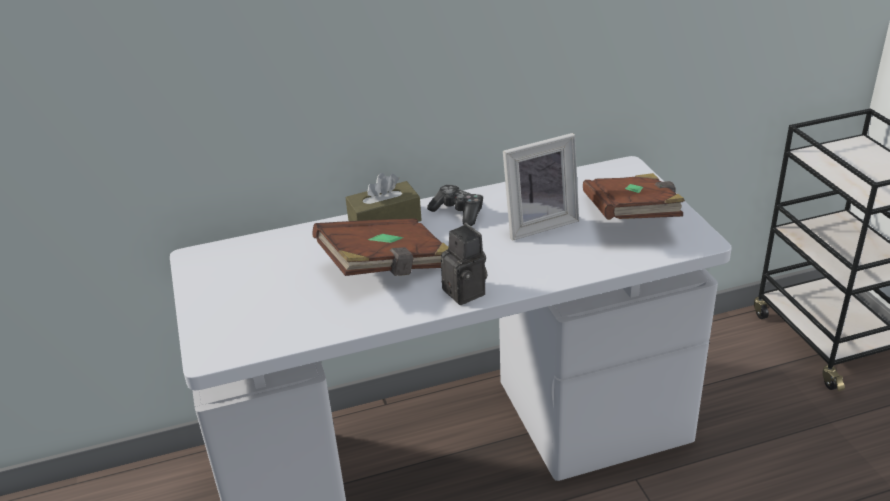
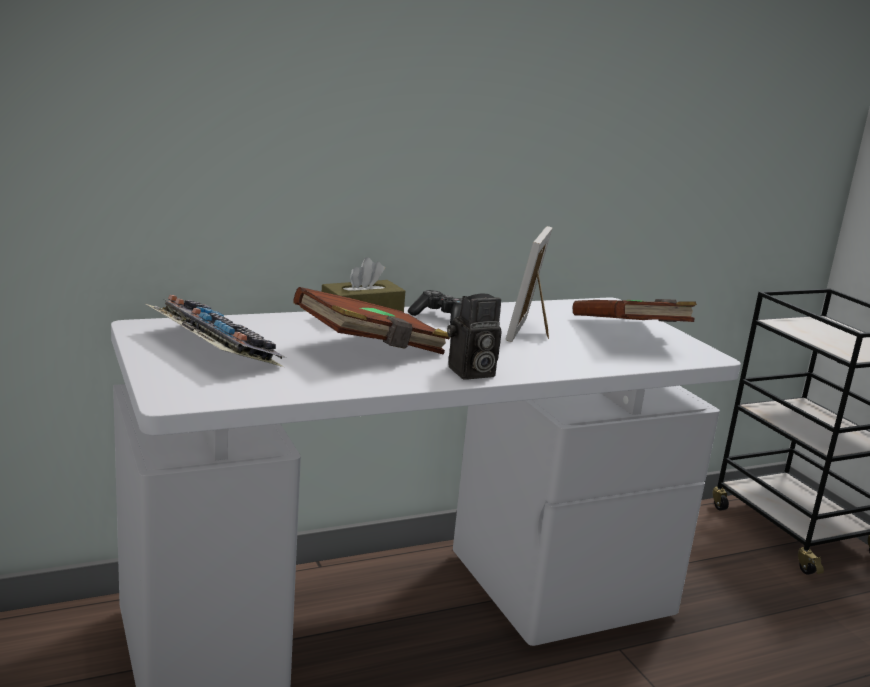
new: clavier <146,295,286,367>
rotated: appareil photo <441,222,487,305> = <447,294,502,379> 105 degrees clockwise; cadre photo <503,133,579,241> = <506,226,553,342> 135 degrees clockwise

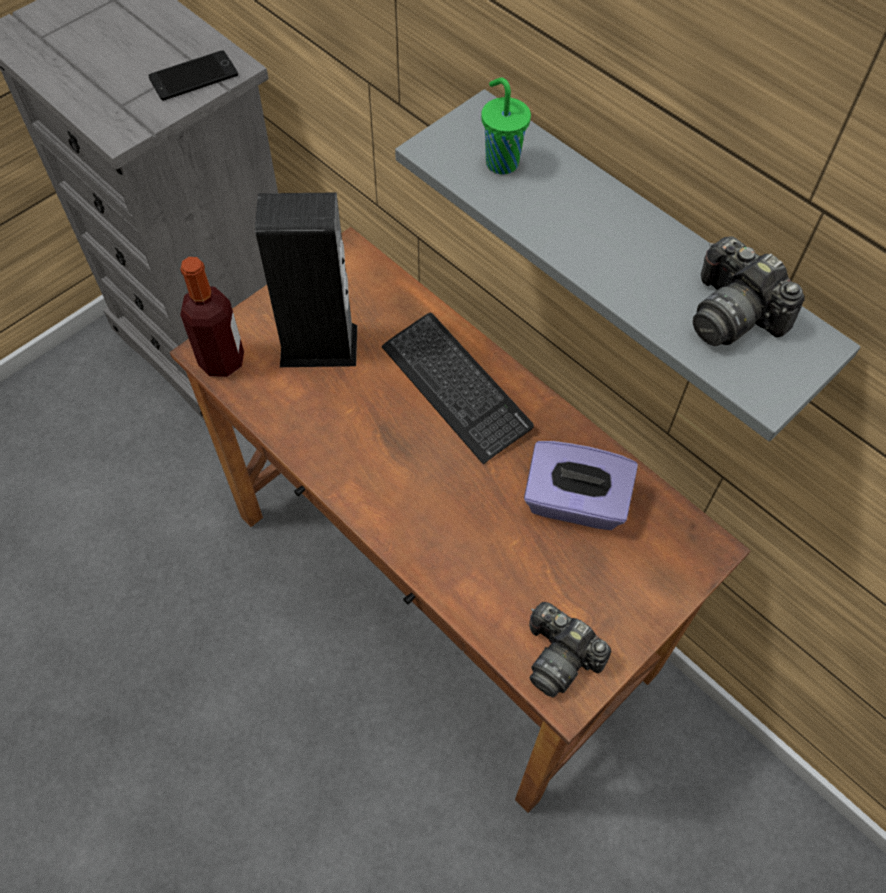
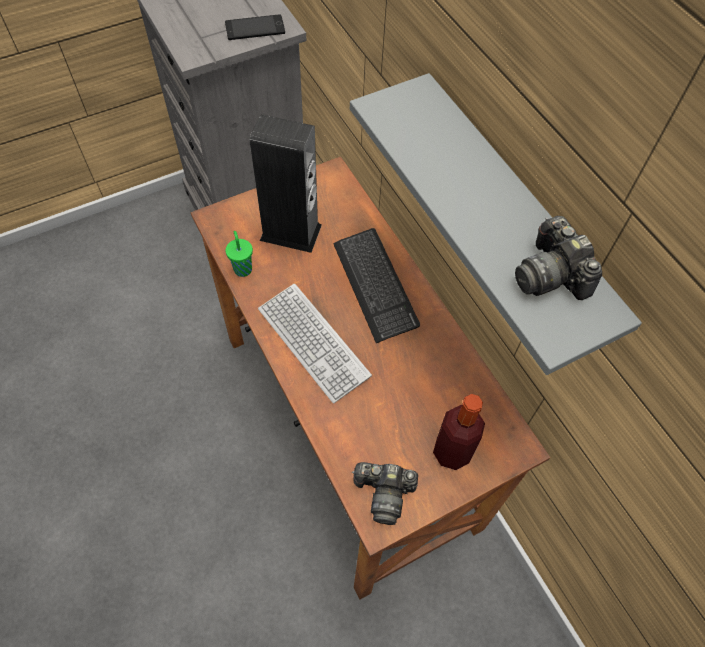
gone: boîte à mouchoirs [violet] <524,441,638,530>
new: clavier <258,284,372,404>
shifted: bouteille <180,257,244,377> to <433,394,485,470>; tasse [vert] <481,78,531,175> to <226,231,253,277>
rotated: appareil photo <529,602,611,697> = <352,462,418,525> 45 degrees counterclockwise

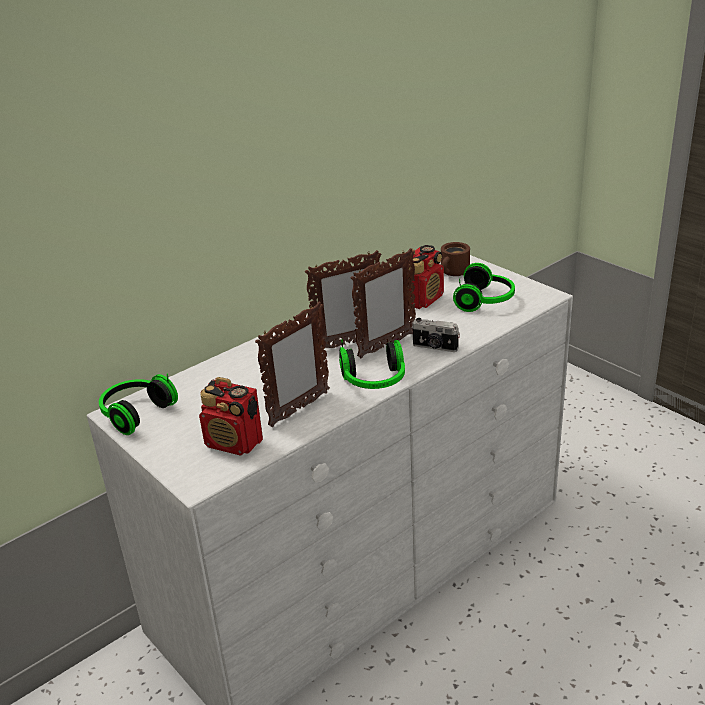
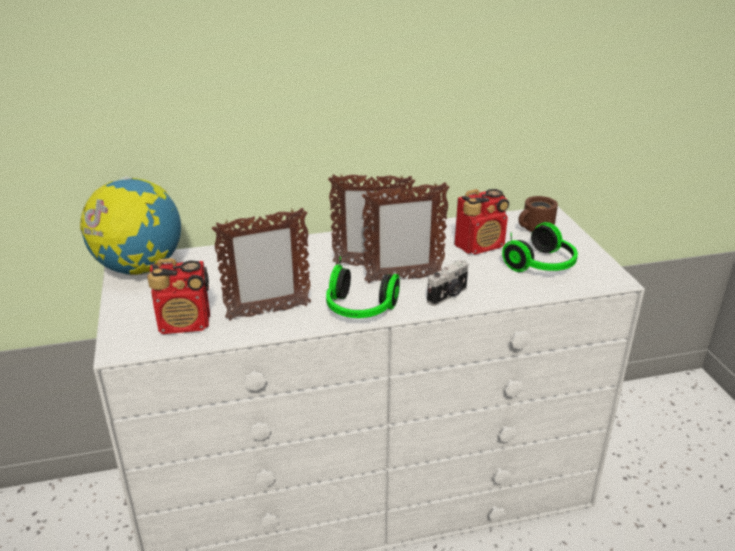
swapped: casque audio <99,373,178,435> to globe <80,176,181,275>
rotated: radio <199,377,263,456> = <147,258,210,334> 60 degrees counterclockwise; appareil photo <411,318,460,352> = <427,260,468,306> 90 degrees counterclockwise

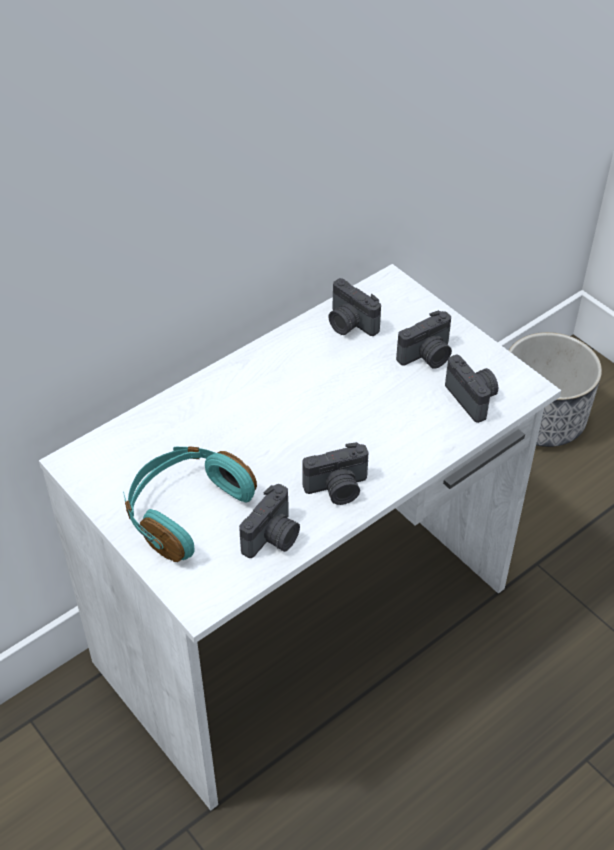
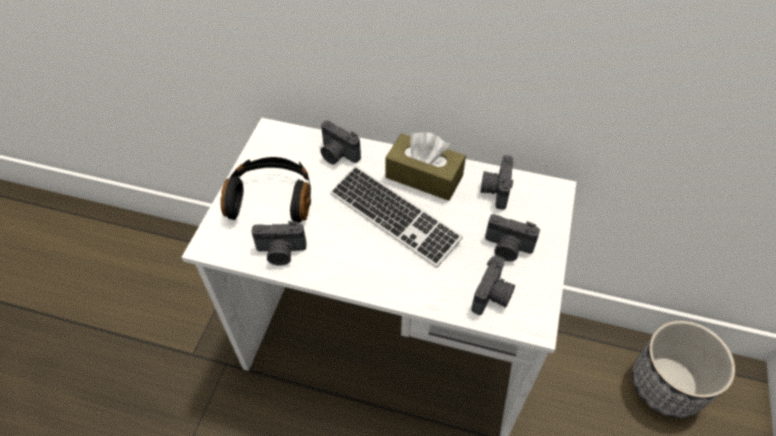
new: clavier <330,166,463,268>; boîte à mouchoirs [marron] <385,132,466,201>
shifted: appareil photo <302,442,369,505> to <320,120,361,165>
repainted: casque audio [turquoise] <123,446,257,562> to casque audio [noir] <220,157,311,223>

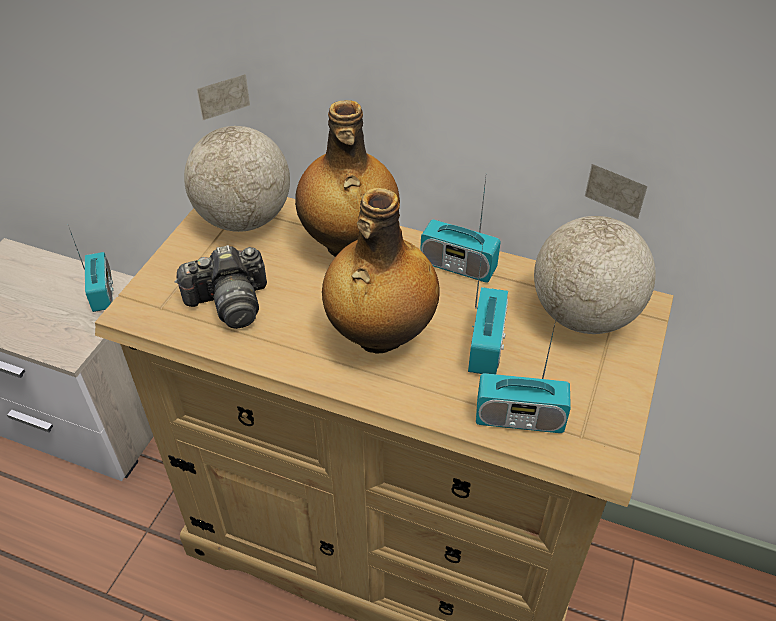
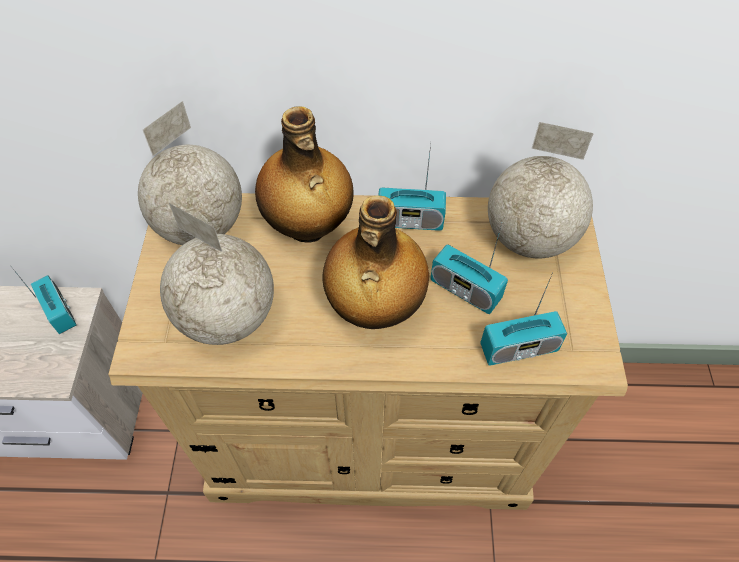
swapped: appareil photo <174,245,267,329> to globe <160,203,274,345>
rotated: radio <468,245,508,374> = <430,224,508,314> 135 degrees clockwise

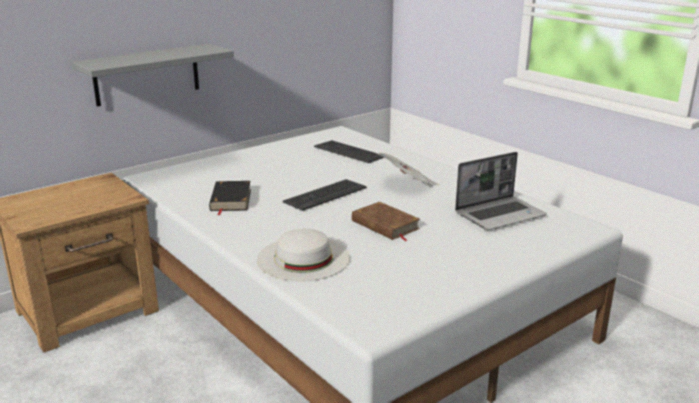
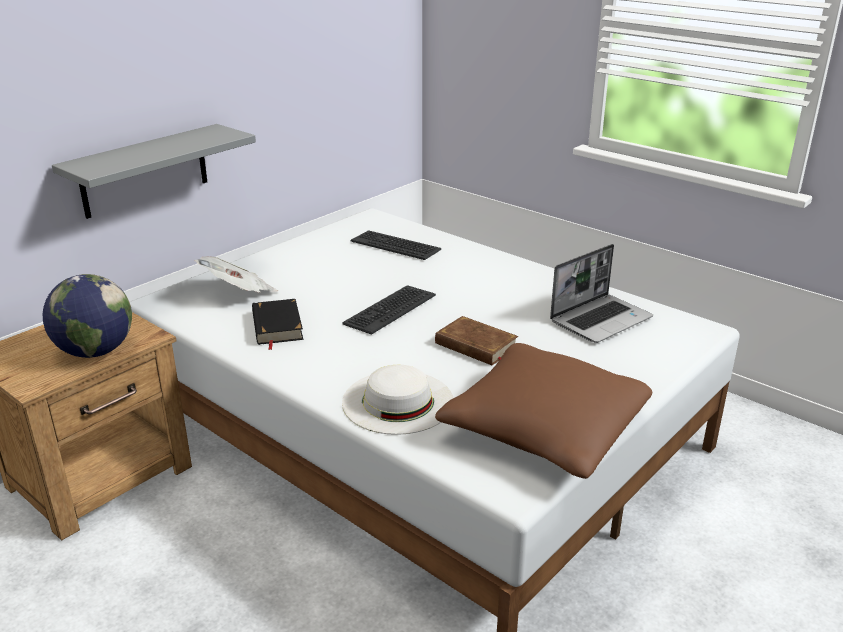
new: globe <43,274,132,358>; coussin [marron] <435,343,652,479>
shifted: journal <377,153,440,185> to <194,256,279,293>

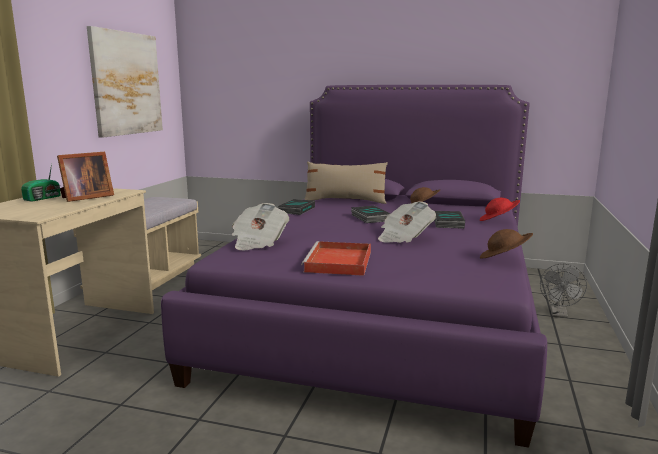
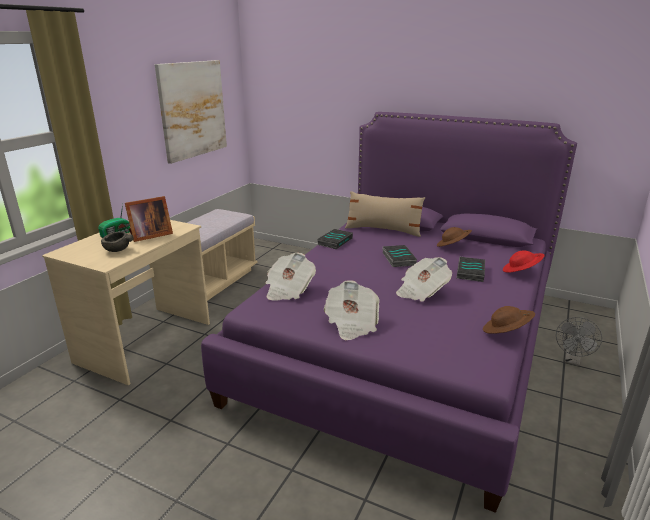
new: bol [gris] <101,232,134,252>
swapped: plateau [rouge] <301,241,371,276> to journal <324,280,380,340>

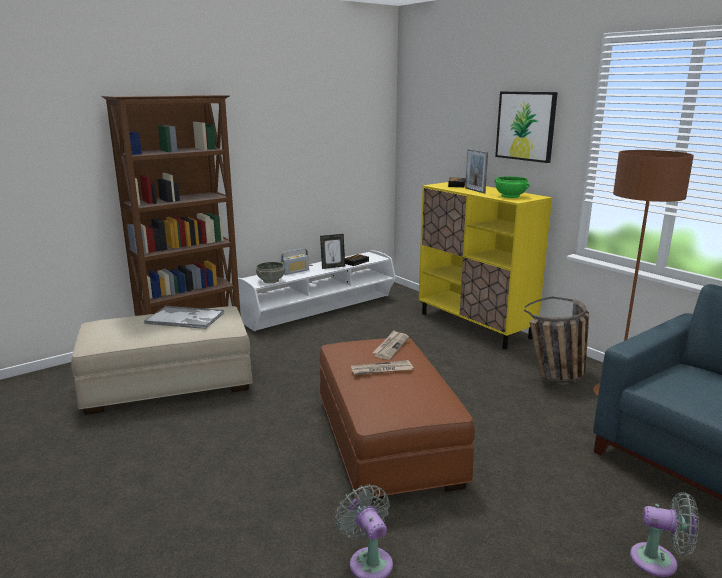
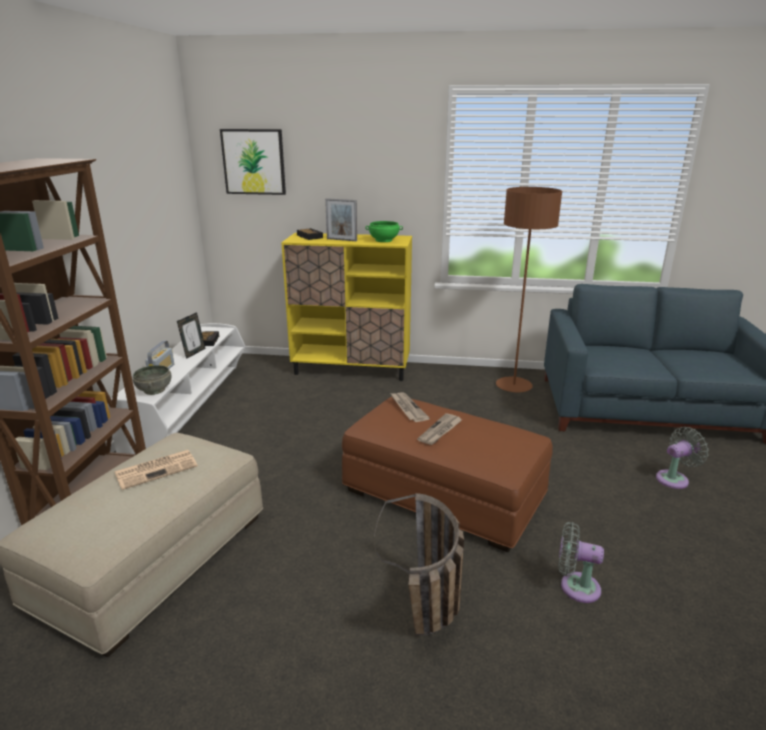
shifted: tableau <495,91,558,163> to <220,129,286,195>; panier <524,297,589,382> to <374,493,464,636>
swapped: plateau <144,306,224,329> to journal <115,450,198,490>

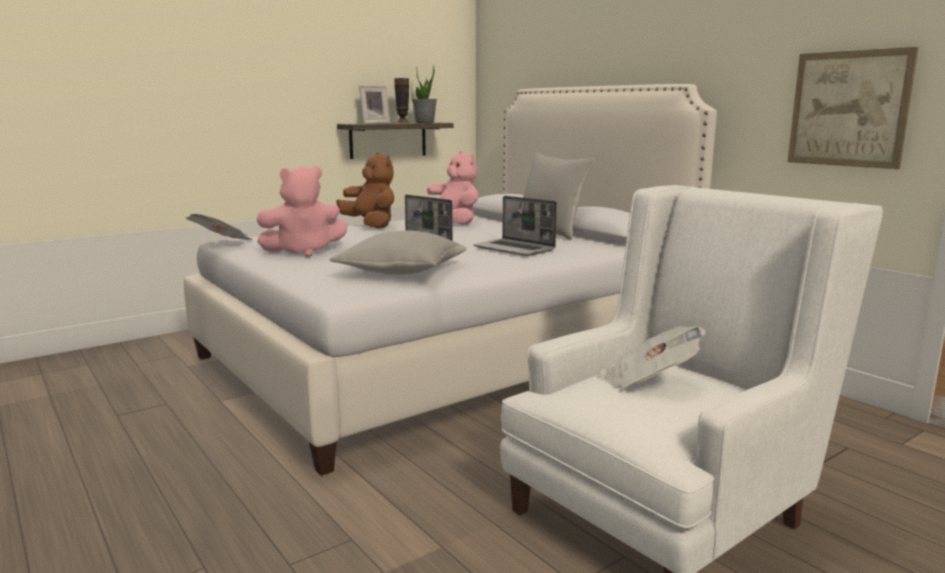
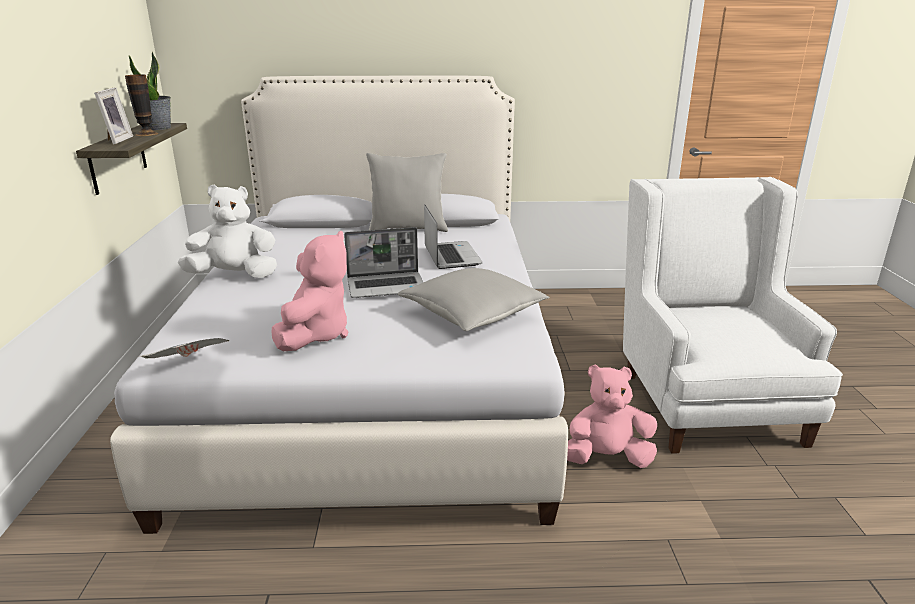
gone: journal <600,326,706,388>; tableau <788,47,919,169>
shifted: peluche [rose] <427,151,478,225> to <567,364,657,468>
repainted: peluche [marron] <336,152,394,229> to peluche [blanc] <178,185,277,278>
rotated: ordinateur portable <474,196,557,256> = <424,204,483,269> 90 degrees counterclockwise

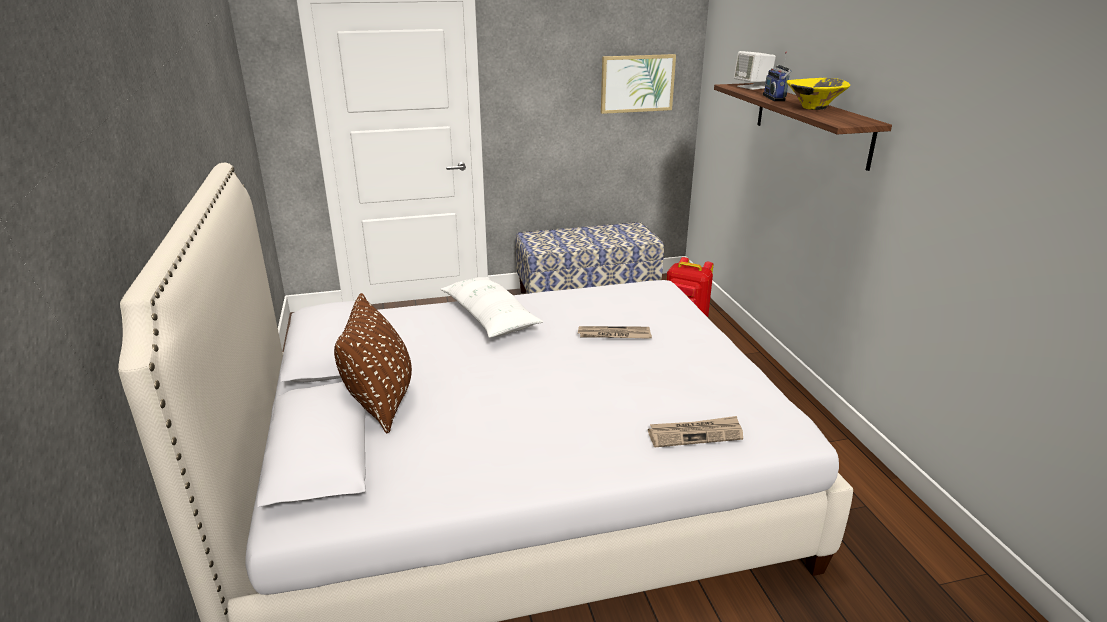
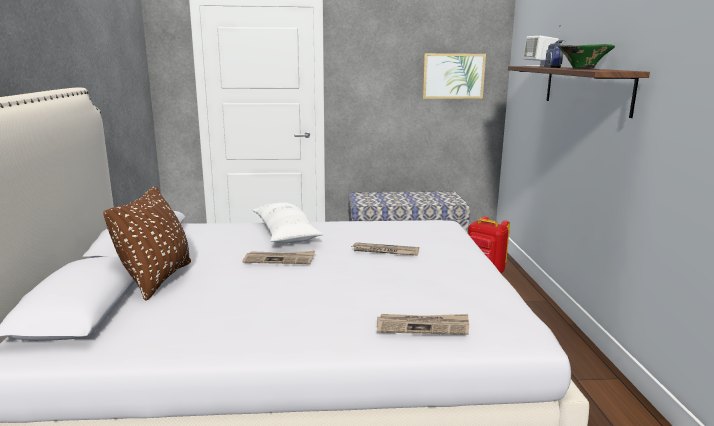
new: journal <242,251,315,264>
repainted: bol [jaune] <786,78,850,110> to bol [vert] <557,44,615,69>

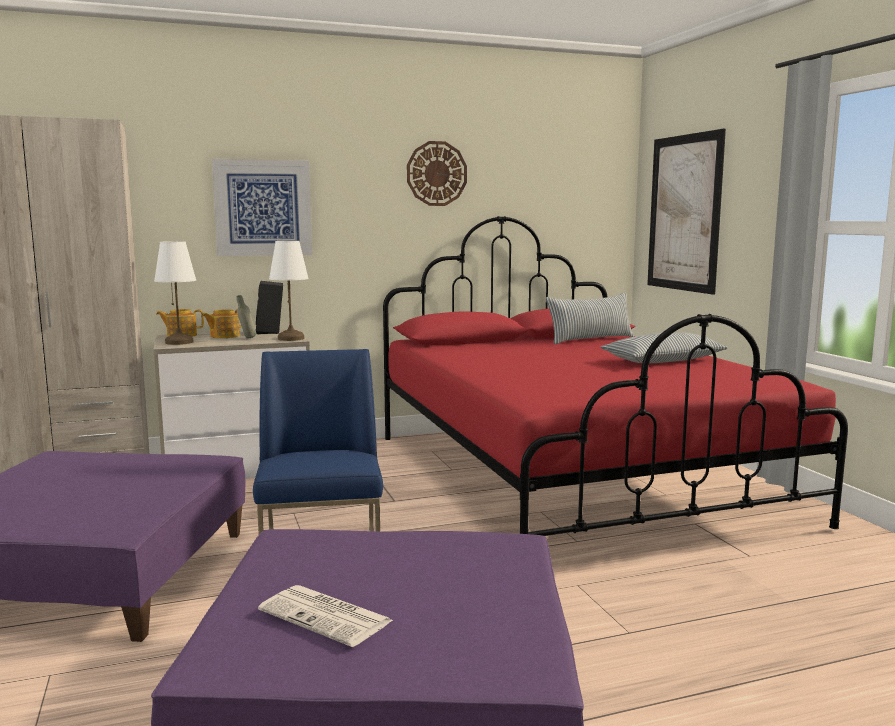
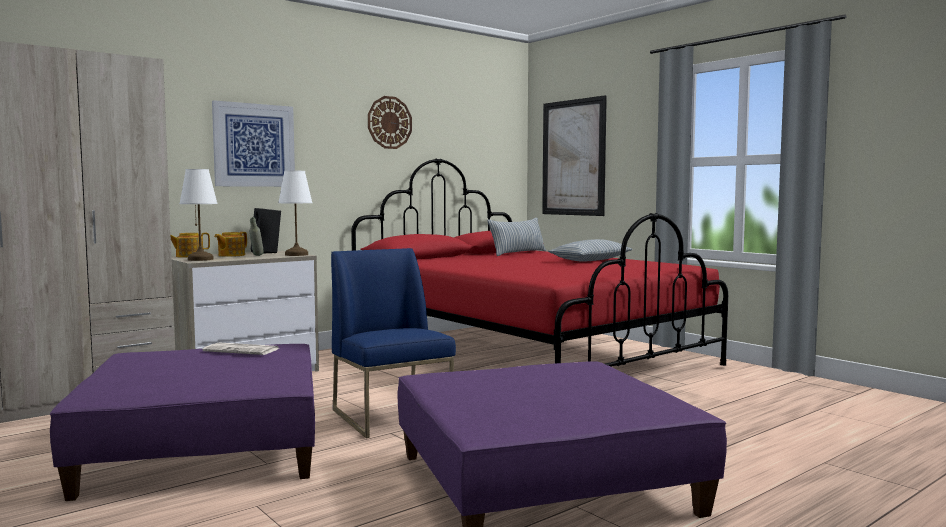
shifted: journal <258,585,394,647> to <202,343,280,355>

